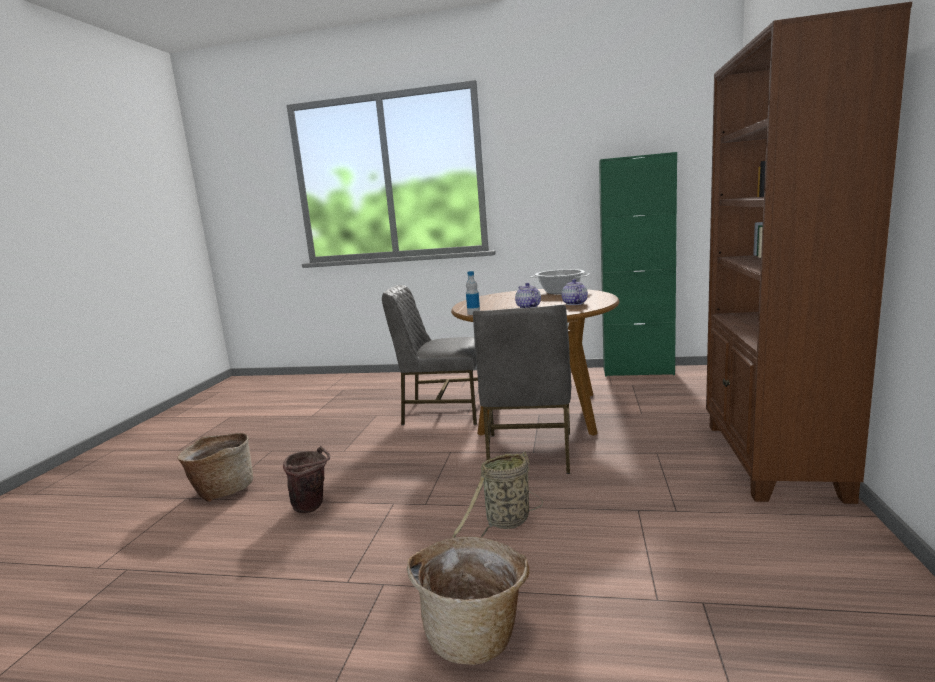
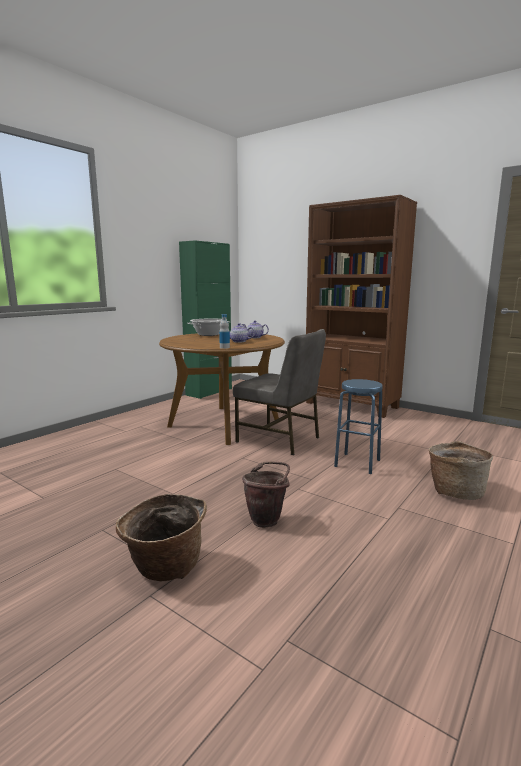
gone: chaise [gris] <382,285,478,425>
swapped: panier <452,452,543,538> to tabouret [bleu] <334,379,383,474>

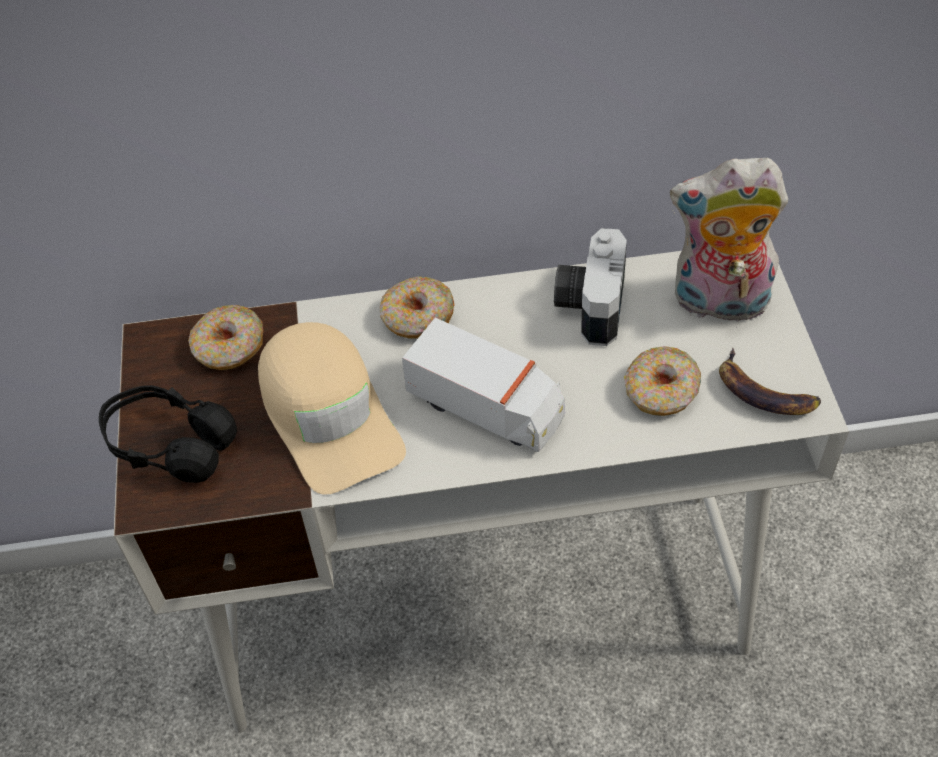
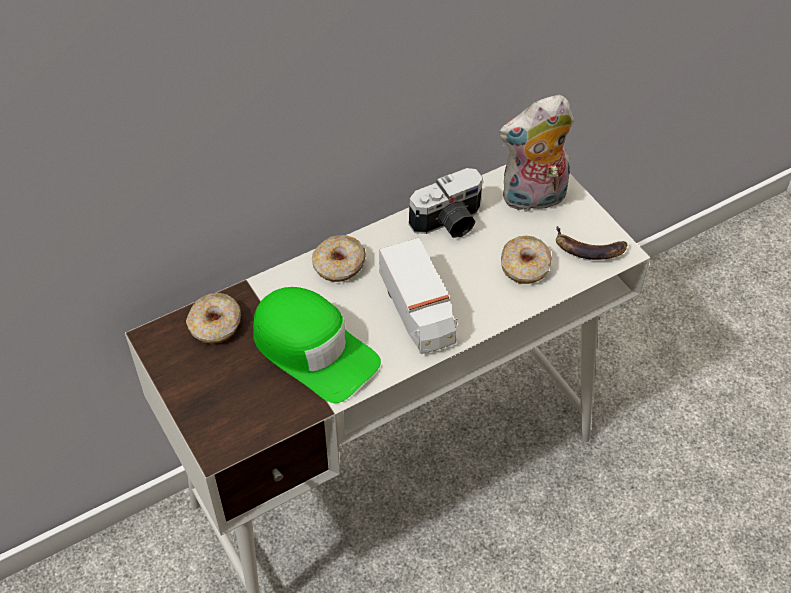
gone: casque audio [noir] <99,385,237,483>
repainted: casquette [beige] <258,322,406,495> to casquette [vert] <253,287,381,403>
rotated: camion jouet <402,318,565,452> = <379,238,458,354> 60 degrees clockwise; appareil photo <554,228,627,346> = <409,168,483,238> 105 degrees counterclockwise

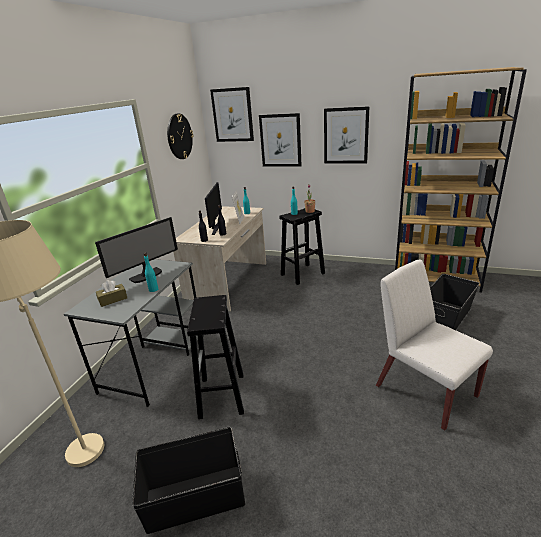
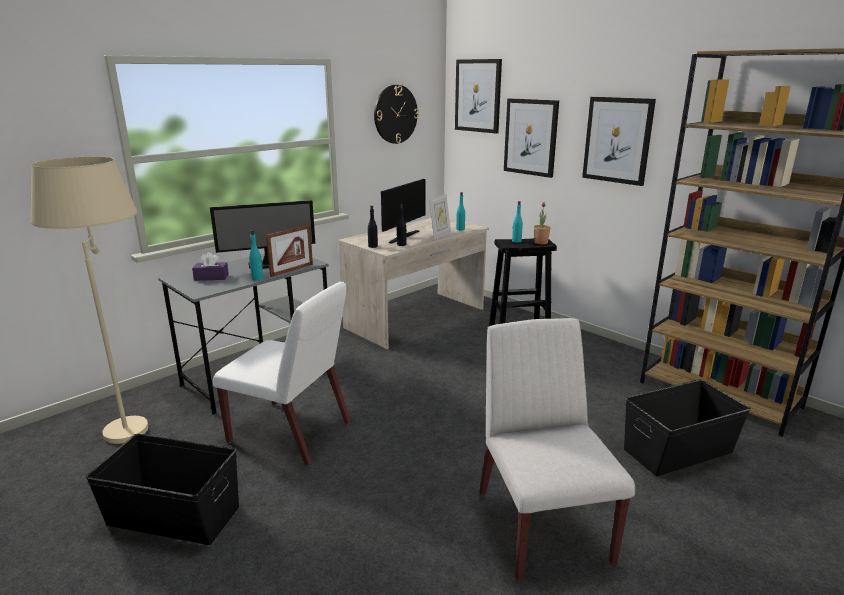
new: cadre photo <266,225,313,277>
swapped: tabouret [noir] <187,295,244,419> to chaise [blanc] <213,282,351,466>
repainted: boîte à mouchoirs [marron] <96,280,127,307> to boîte à mouchoirs [violet] <192,252,229,281>

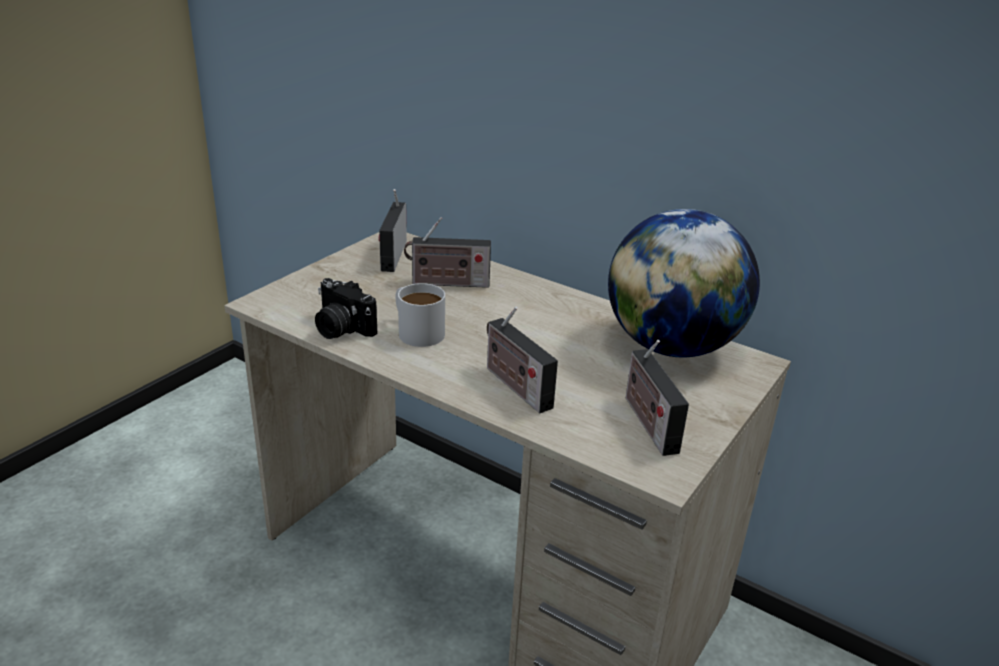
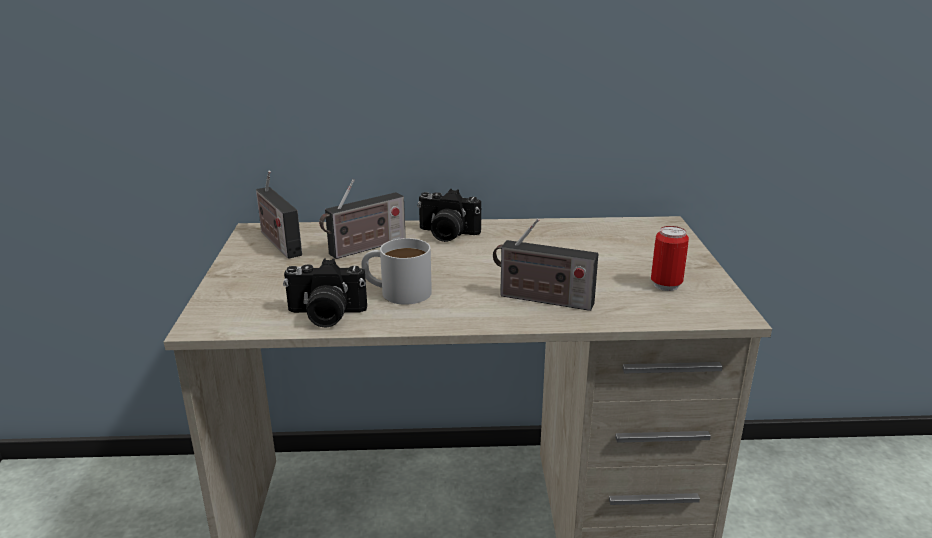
gone: globe <608,209,760,358>
new: appareil photo <417,189,481,242>
swapped: radio <626,340,689,456> to boîte métallique <651,226,689,291>

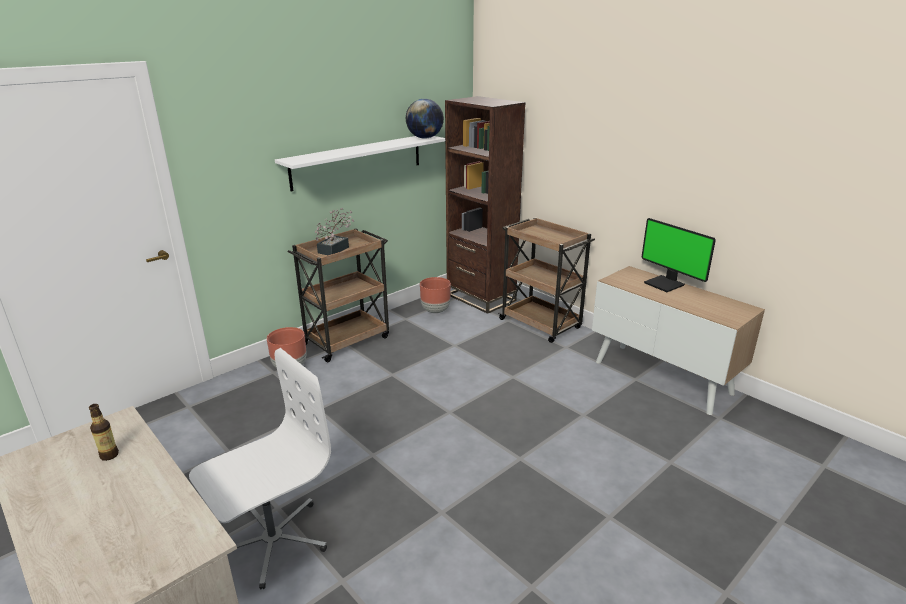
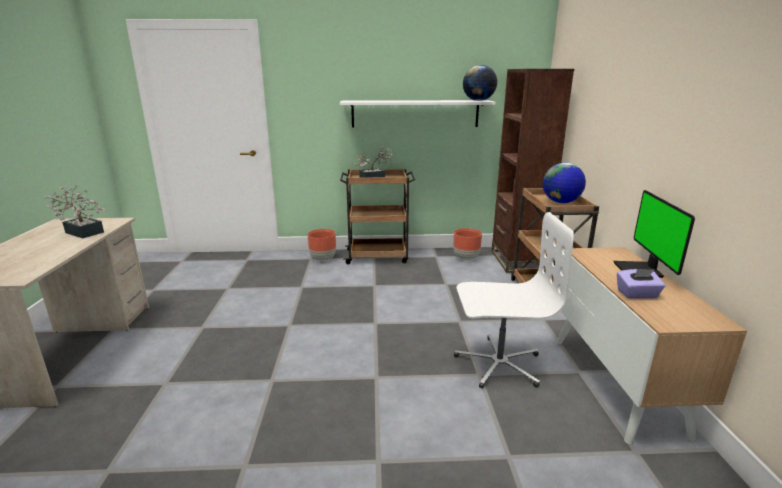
new: globe <543,163,586,203>; boîte à mouchoirs [violet] <617,269,665,299>
shifted: chaise de bureau [blanc] <189,348,331,589> to <454,212,574,388>
swapped: bouteille <89,404,119,461> to plante en pot <44,185,106,238>

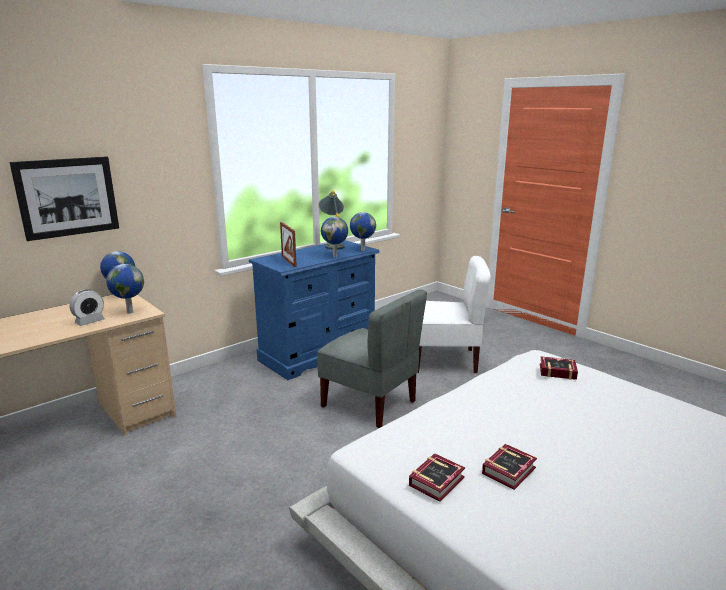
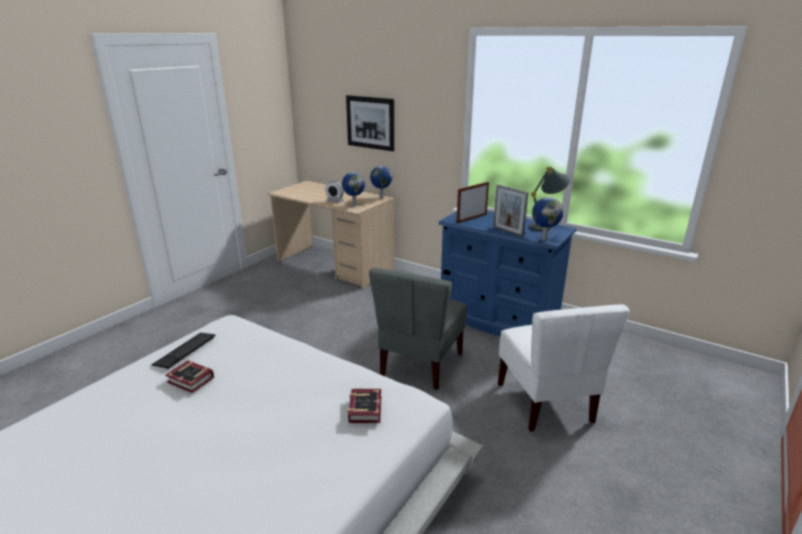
swapped: globe <321,217,348,257> to cadre photo <493,184,528,237>; livre <409,453,465,502> to clavier <151,333,216,369>

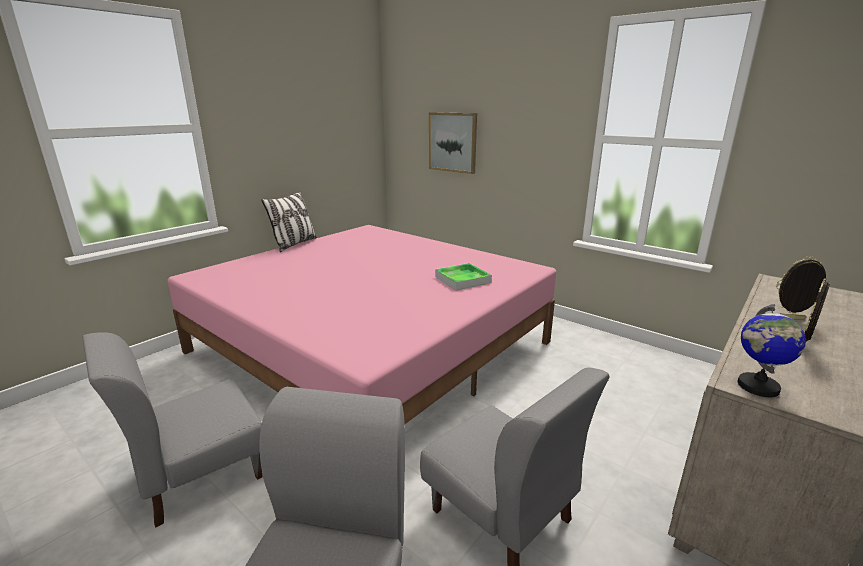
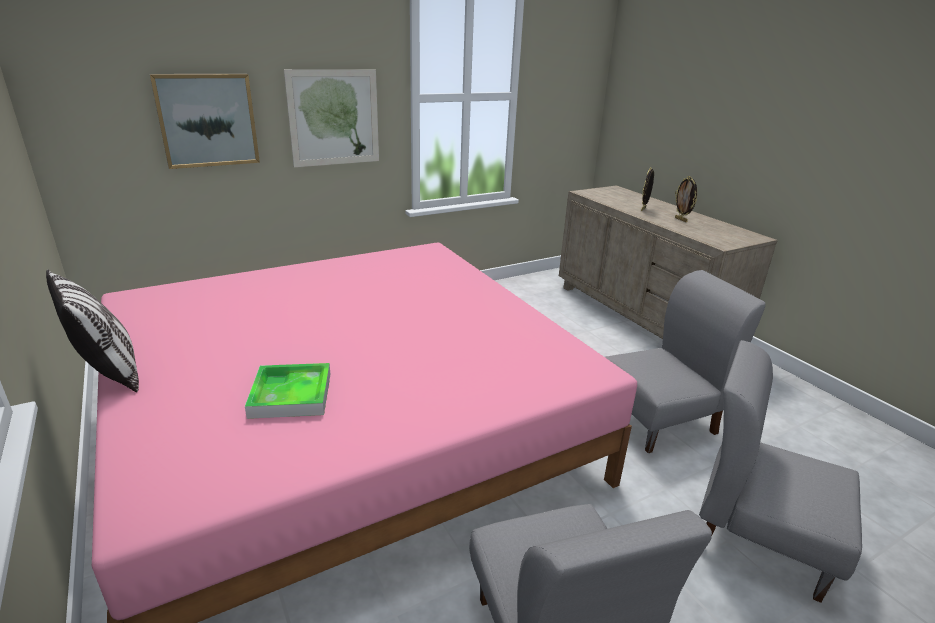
gone: globe <738,304,806,397>
new: tableau <284,69,379,167>
shifted: plateau <435,263,492,290> to <245,363,330,419>

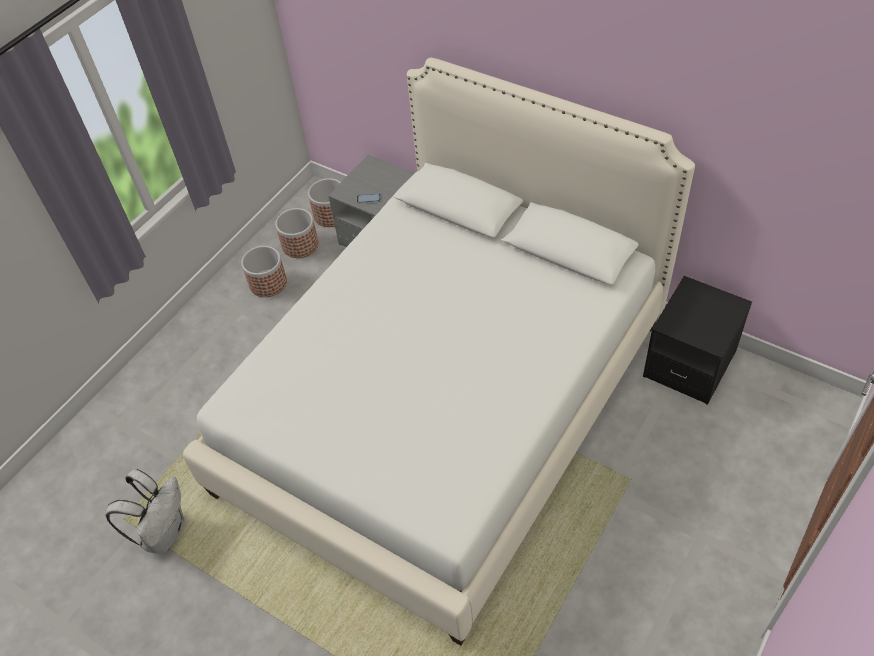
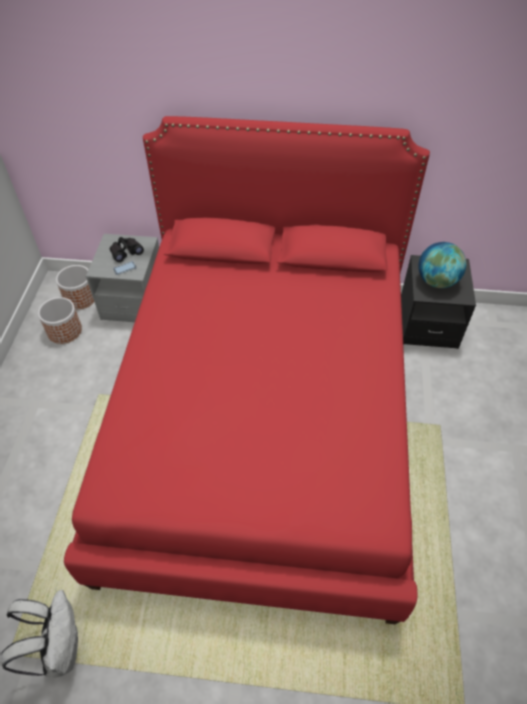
gone: cache-pot <241,246,287,297>
new: jumelles [noir] <110,237,144,262>; globe <418,242,466,288>
repainted: lit [blanc] <183,58,695,646> to lit [rouge] <64,116,430,624>

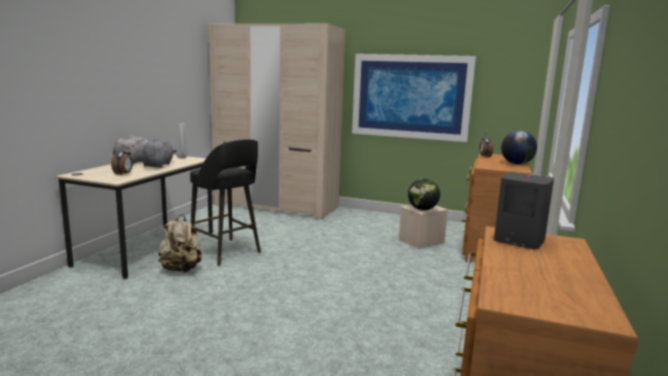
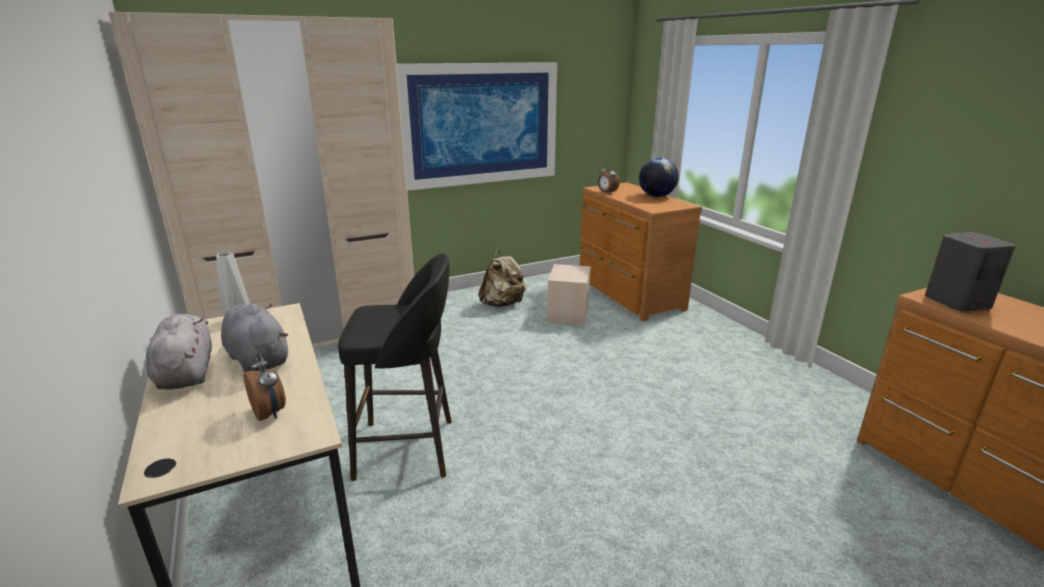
gone: globe <408,179,440,210>
shifted: sac à dos [beige] <158,214,202,273> to <478,250,527,307>

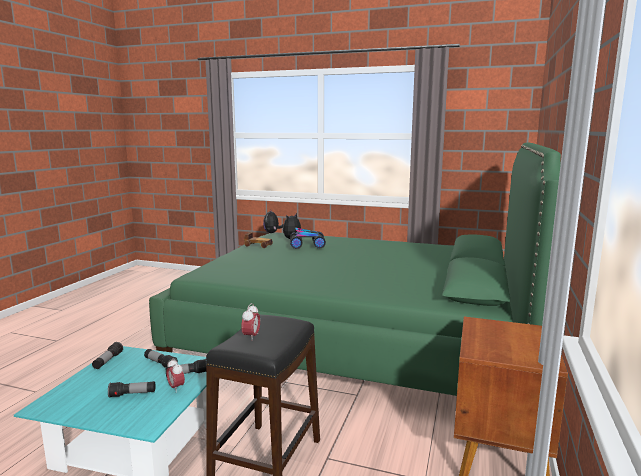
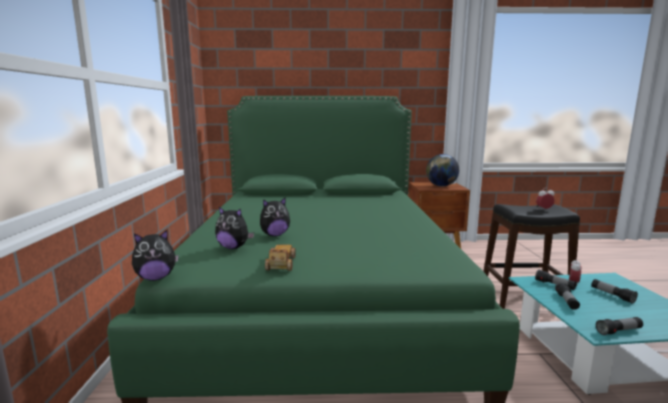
new: globe <426,154,459,186>
swapped: petite voiture <290,228,326,249> to peluche <260,197,290,236>

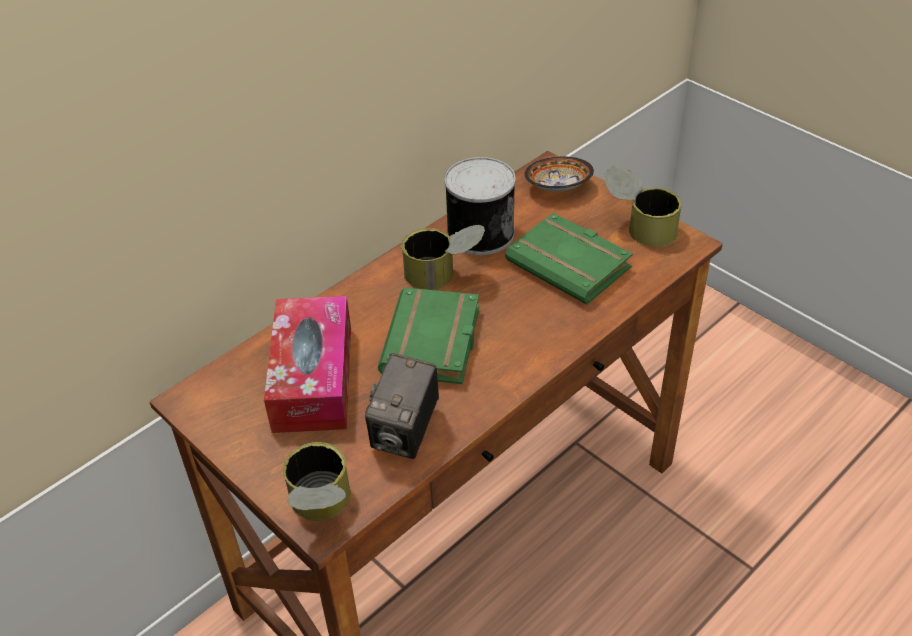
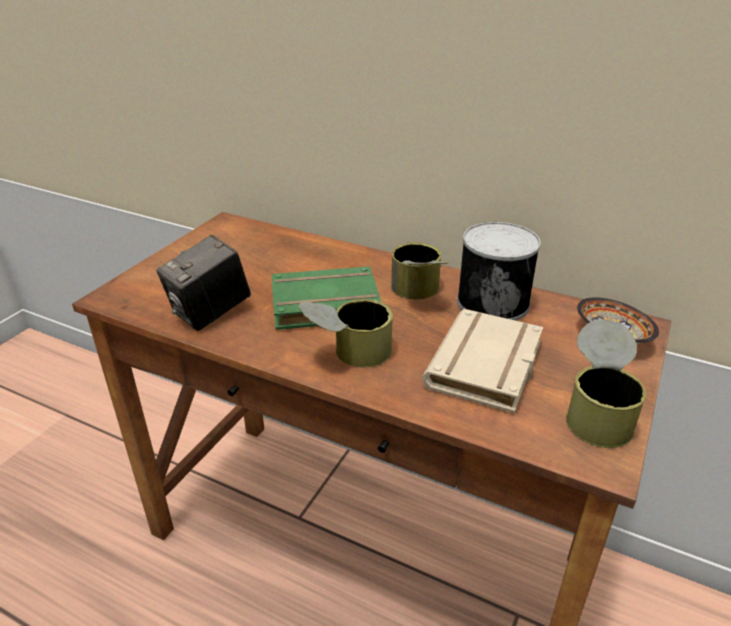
gone: boîte à mouchoirs <264,296,351,433>
shifted: boîte métallique <283,442,351,521> to <299,299,393,367>
repainted: livre [vert] <505,213,633,305> to livre [beige] <422,309,543,414>
rotated: appareil photo <365,353,439,459> = <156,235,251,331> 45 degrees counterclockwise

